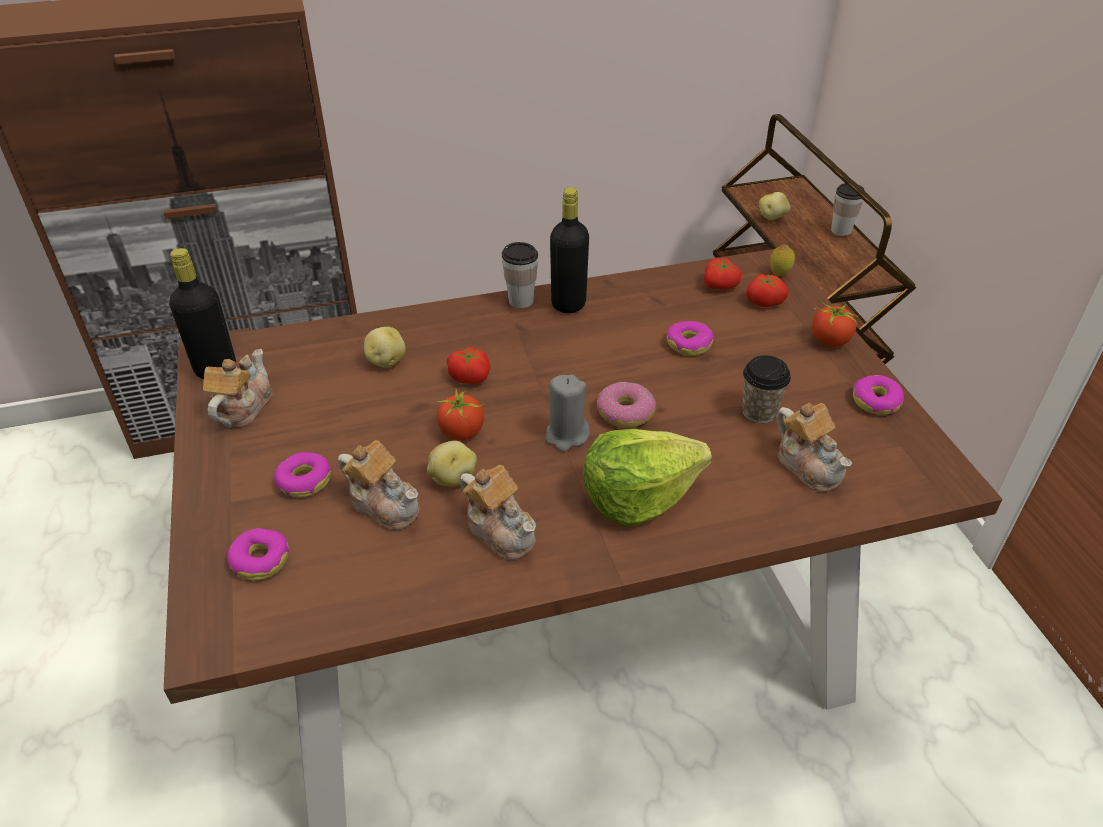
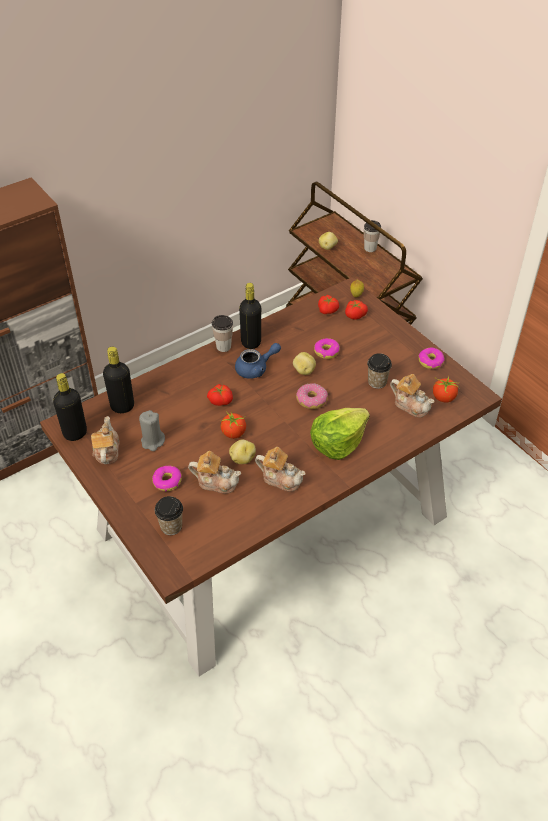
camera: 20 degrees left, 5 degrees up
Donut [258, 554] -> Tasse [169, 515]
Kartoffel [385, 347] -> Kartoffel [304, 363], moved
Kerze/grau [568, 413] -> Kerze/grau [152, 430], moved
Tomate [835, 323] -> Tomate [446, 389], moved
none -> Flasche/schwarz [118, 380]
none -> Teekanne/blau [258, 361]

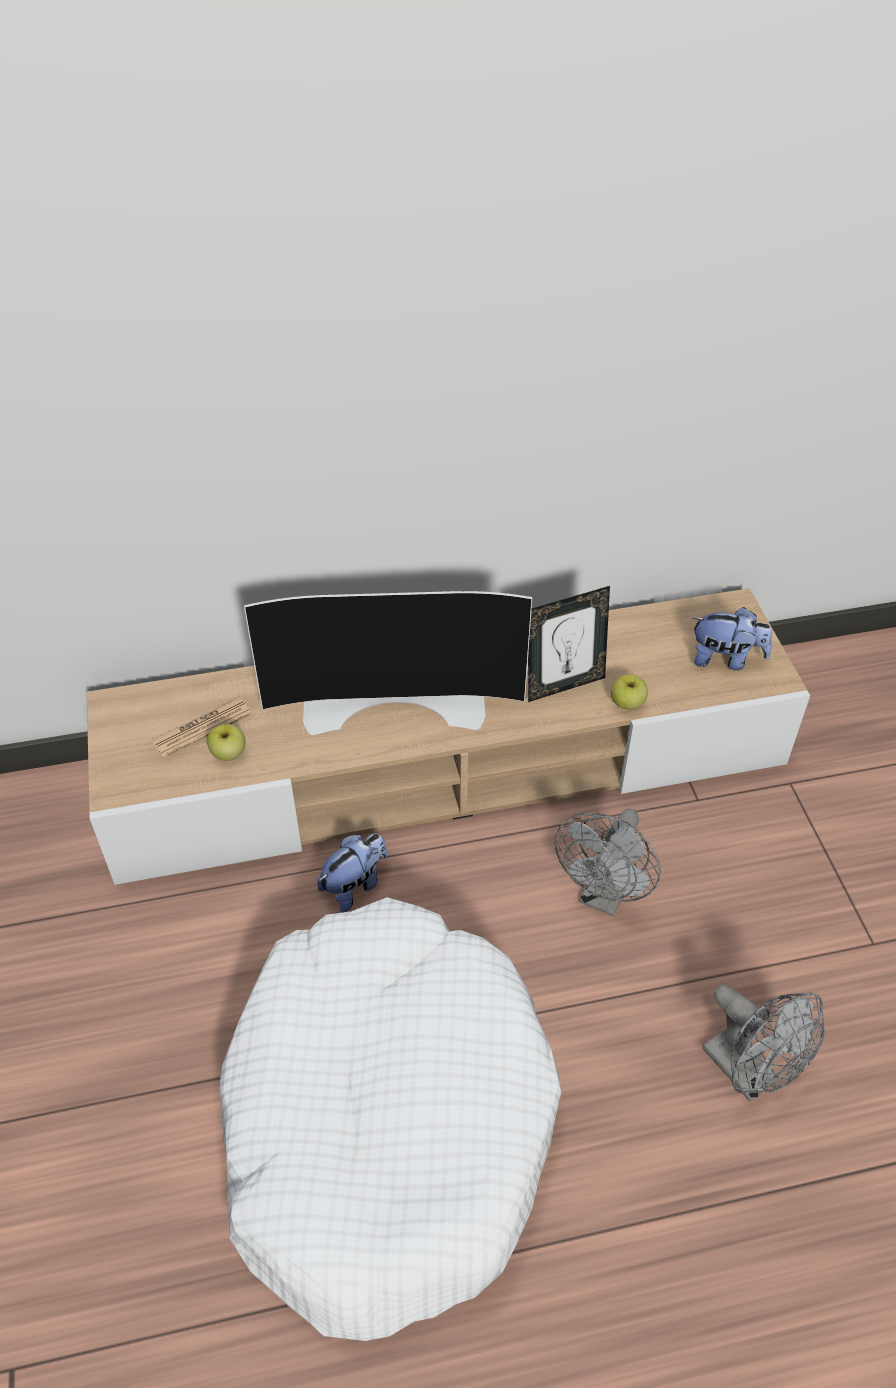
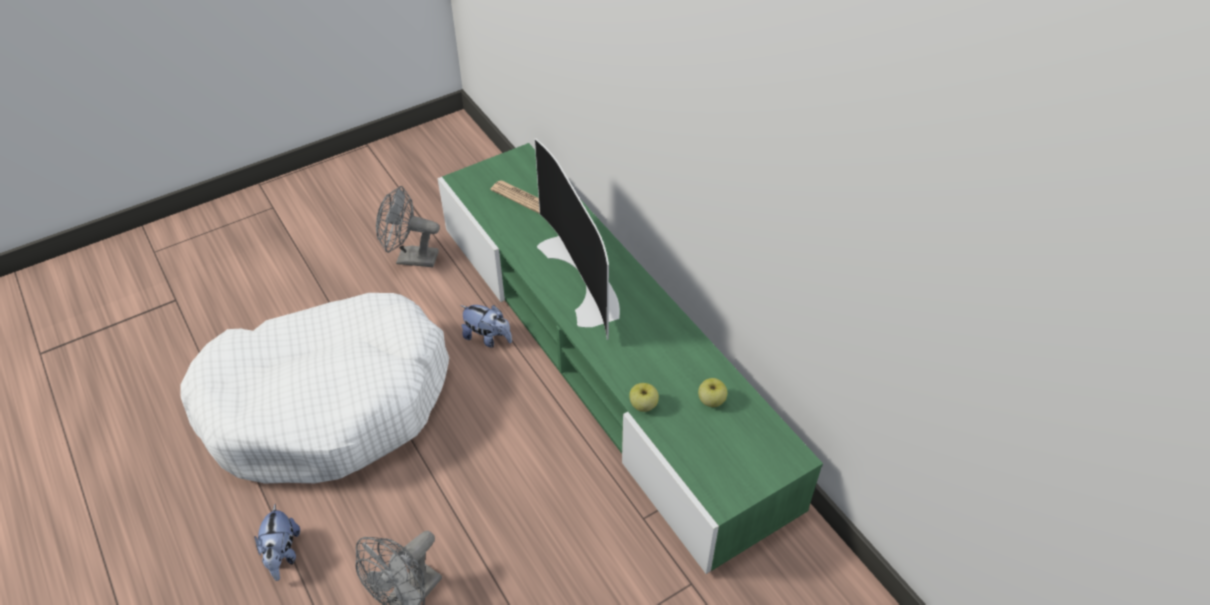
camera: 70 degrees right, 0 degrees up
Fernsehschrank/beige [448, 736] -> Fernsehschrank/grün [630, 358]
Apfel [226, 742] -> Apfel [712, 392], moved
Bilderrahmen [569, 644] -> none
Ventilator/grau [608, 862] -> Ventilator/grau [408, 226], moved
Plüschtier [732, 639] -> Plüschtier [277, 542], moved

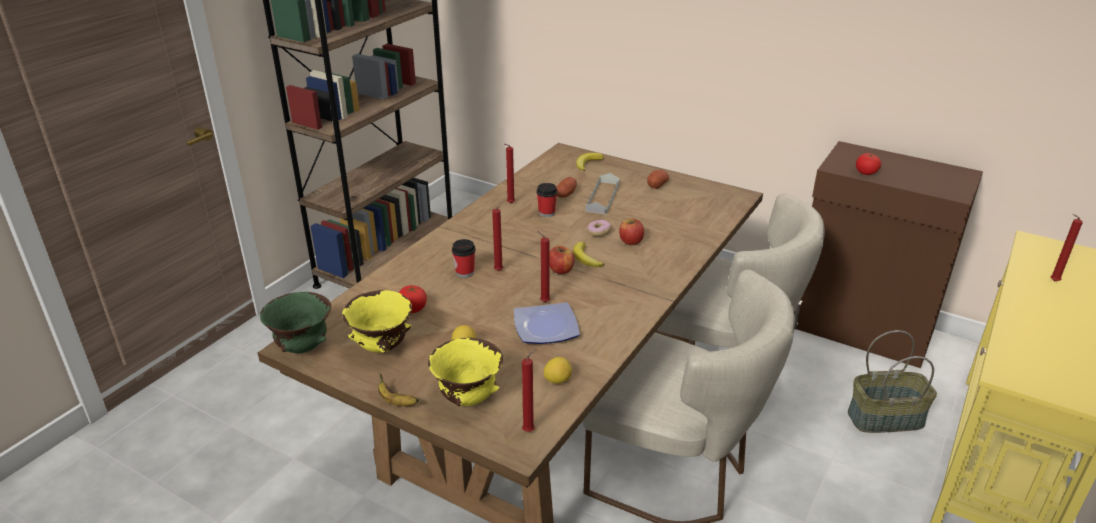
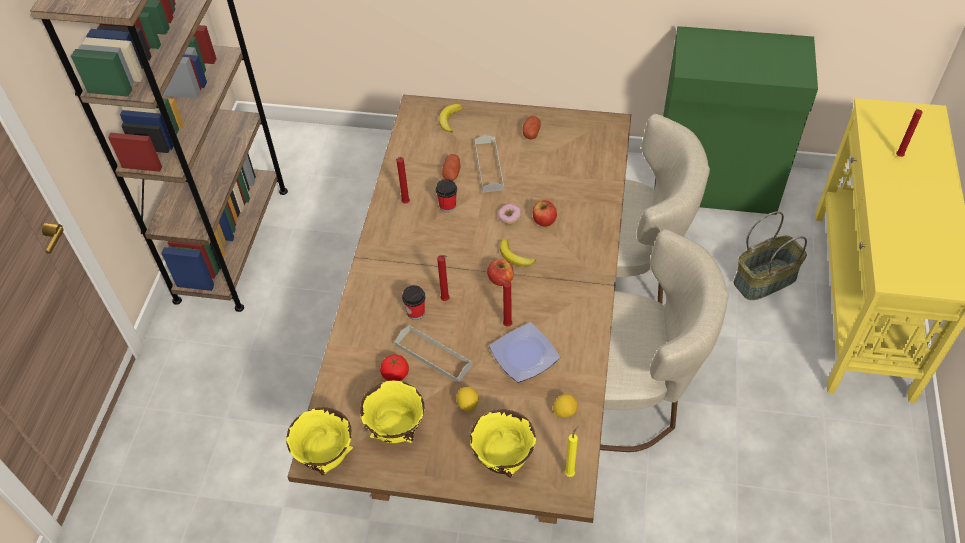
camera: 20 degrees left, 20 degrees up
Schüssel/grün [295, 322] -> Schüssel/gelb [319, 441]
Banane [398, 389] -> none
Kerze/rot [529, 390] -> Kerze/gelb [571, 451]
Schrank/braun [888, 254] -> Schrank/grün [736, 120]
Tomate [868, 164] -> none
none -> Tablett/grau [434, 354]

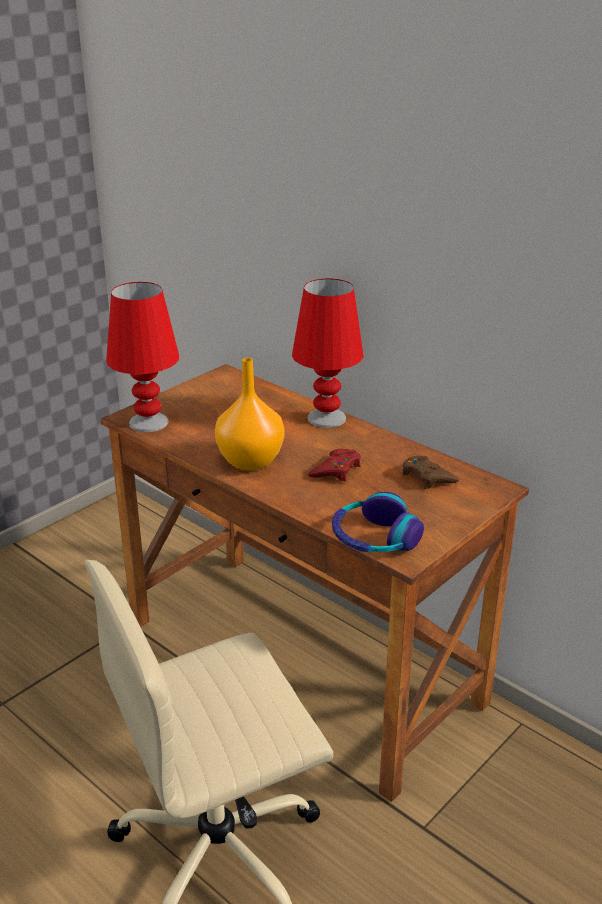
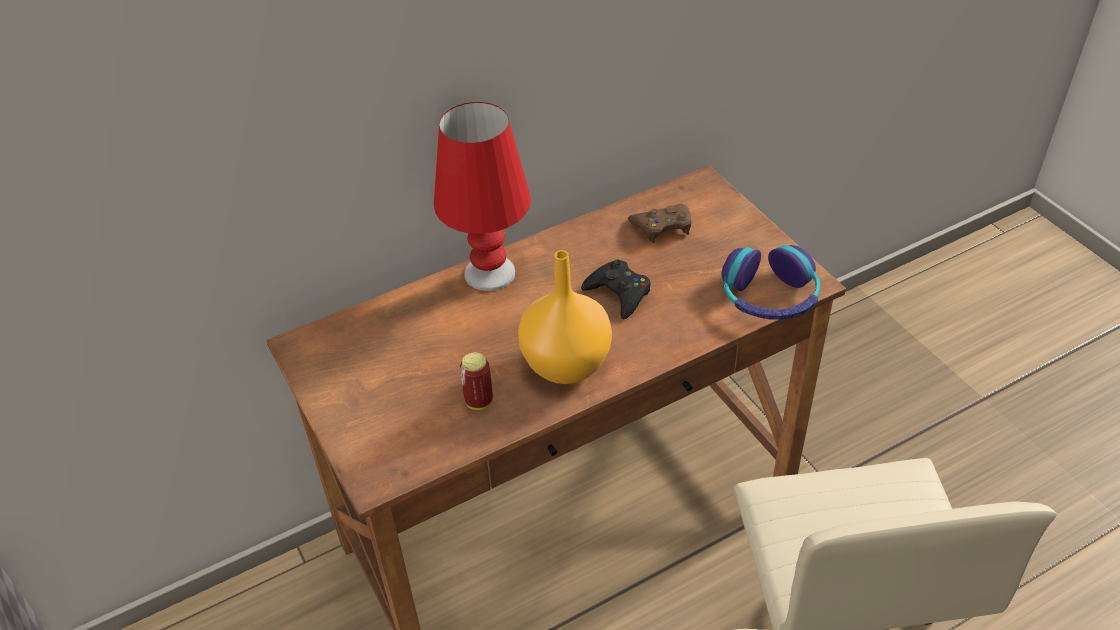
camera: 70 degrees left, 15 degrees up
Tischlampe/rot [142, 357] -> none
Gamepad/rot [334, 465] -> Gamepad/schwarz [616, 289]
none -> Dose [476, 381]

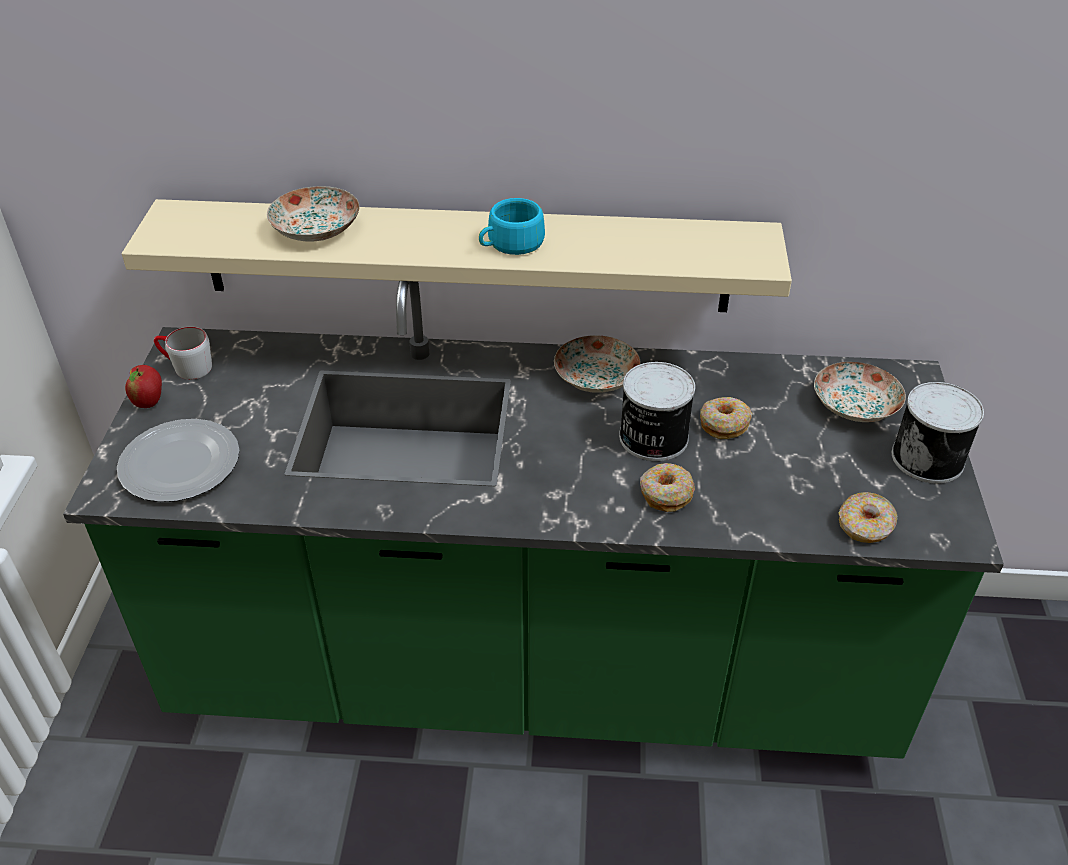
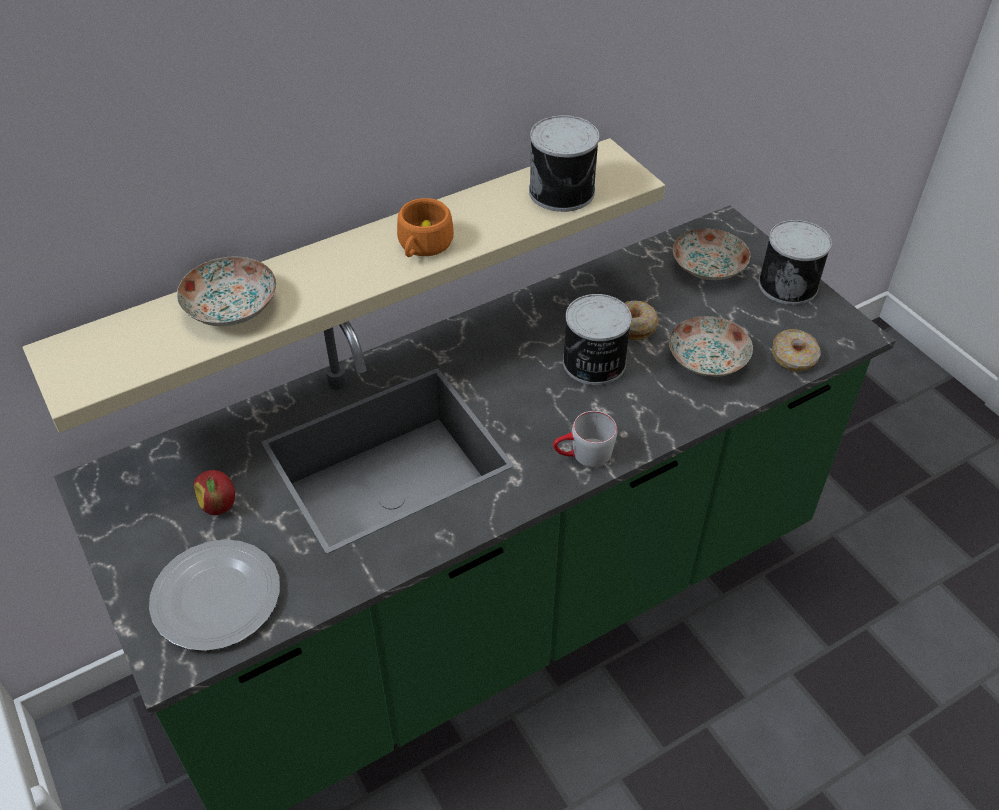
camera: 35 degrees left, 5 degrees up
Apfel [143, 386] -> Apfel [214, 492], moved
Henkelbecher/grau [183, 353] -> Henkelbecher/grau [585, 439], moved
Tasse/türkis [512, 226] -> Tasse/orange [425, 227]
Teller [597, 364] -> Teller [711, 346], moved
Donut [667, 487] -> none
none -> Dose [564, 163]

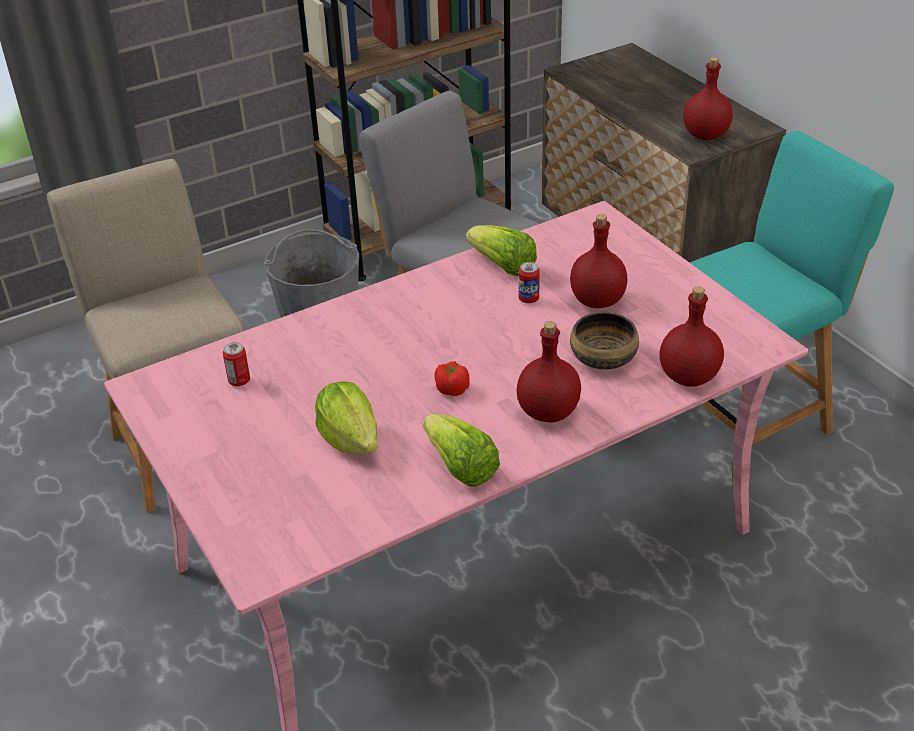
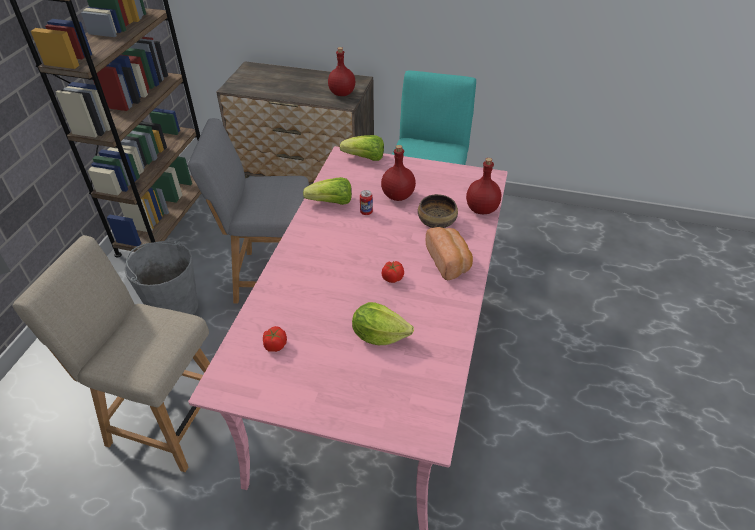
camera: 45 degrees left, 5 degrees up
Dose [236, 364] -> Tomate [275, 339]
Salatkopf [461, 450] -> Salatkopf [362, 148], moved
Flasche/rot [549, 371] -> Brot [449, 253]

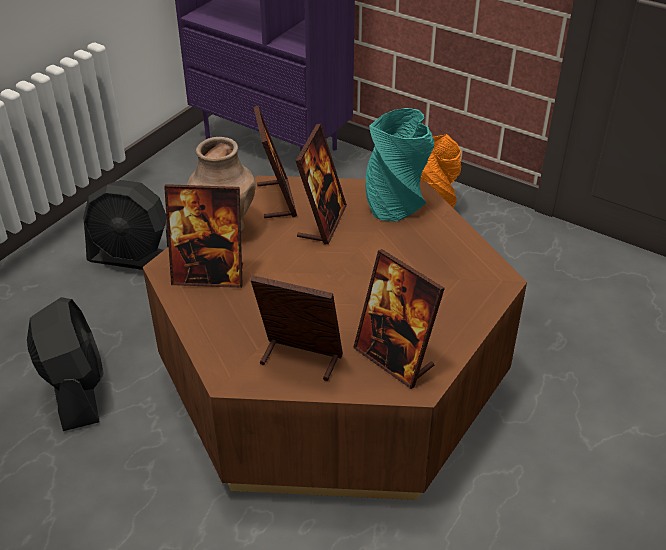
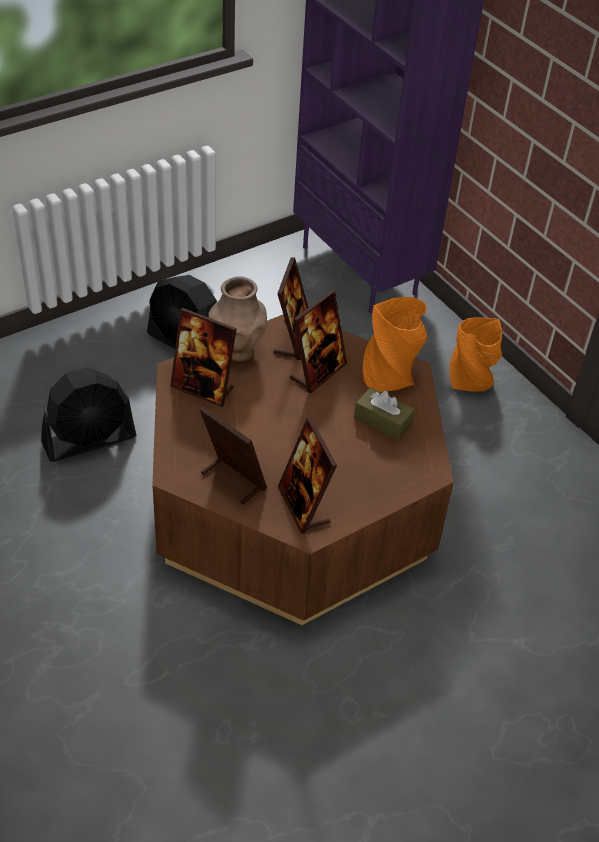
camera: 20 degrees right, 5 degrees up
Ventilator/schwarz [65, 364] -> Ventilator/schwarz [88, 415], 60 degrees clockwise
Vase/türkis [399, 164] -> Vase/orange [394, 344]
none -> Taschentuchbox/braun [384, 414]

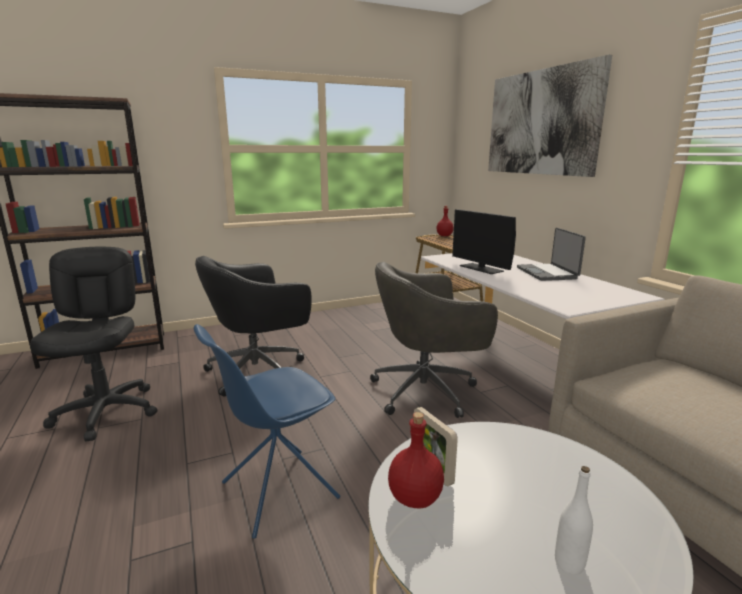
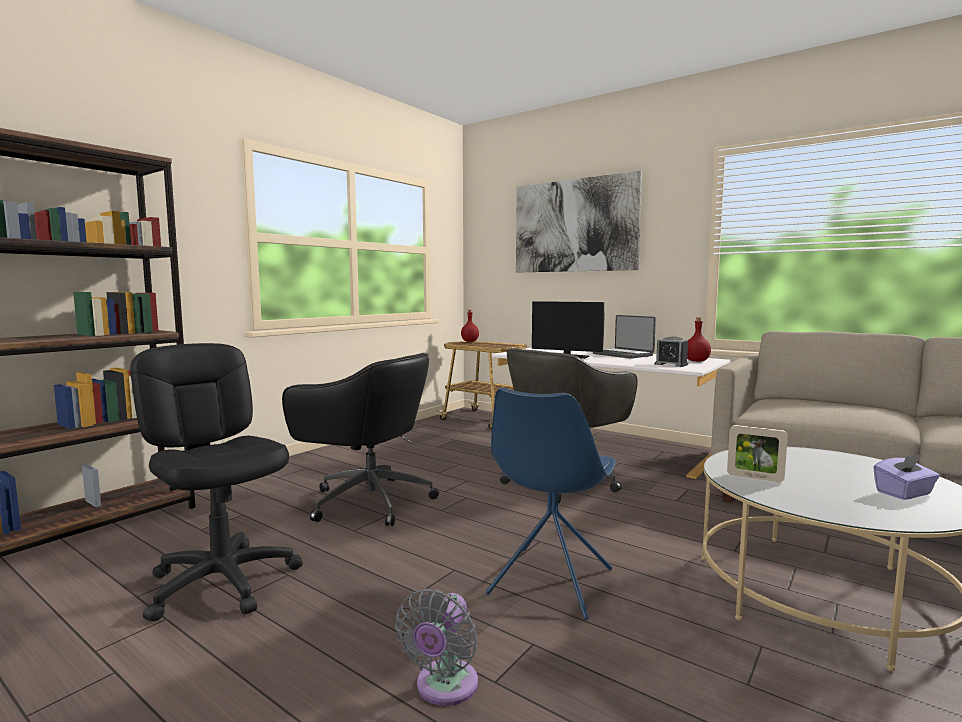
camera: 30 degrees left, 10 degrees down
Bürostuhl/schwarz [253, 326] -> Bürostuhl/schwarz [360, 439], 90 degrees counterclockwise
Flasche/rot [416, 460] -> Flasche/rot [699, 339], moved
Flasche/weiß [574, 520] -> Taschentuchbox/lila [906, 477]
none -> Ventilator/grau [436, 647]
none -> Wecker [671, 351]

